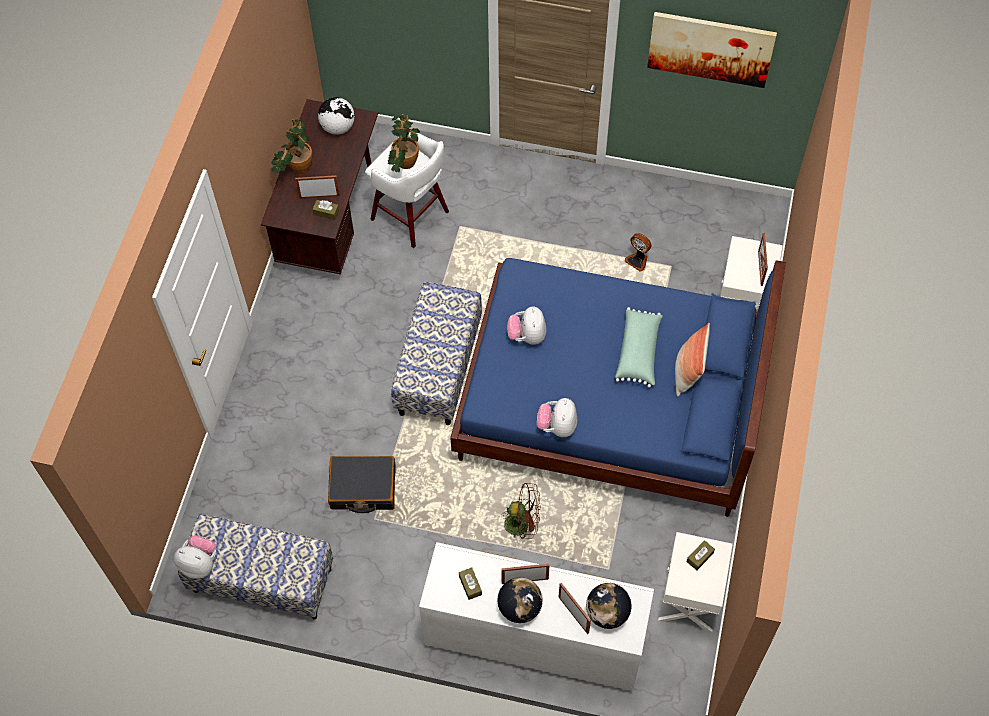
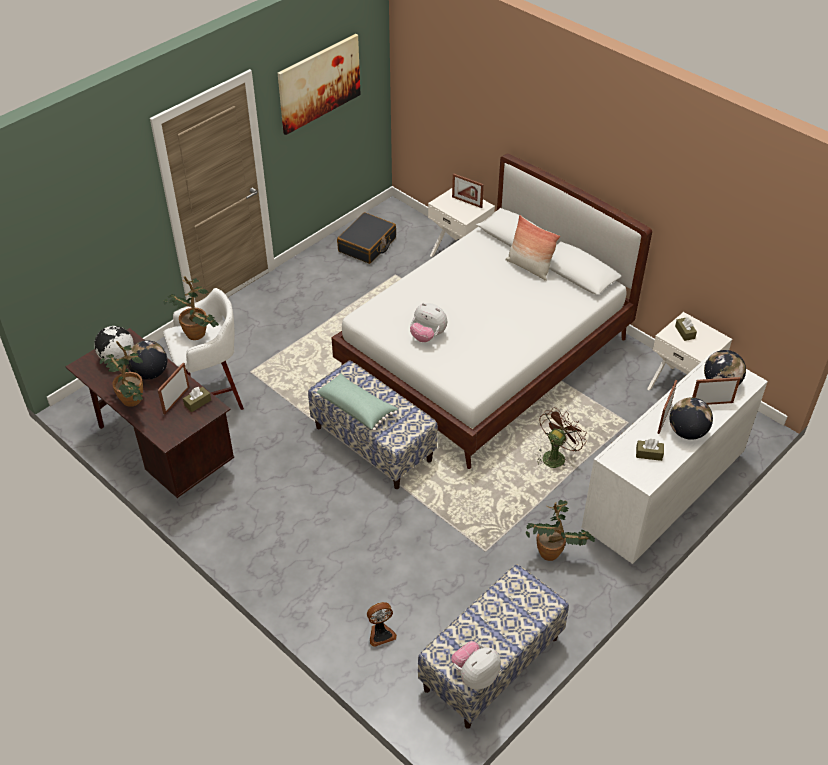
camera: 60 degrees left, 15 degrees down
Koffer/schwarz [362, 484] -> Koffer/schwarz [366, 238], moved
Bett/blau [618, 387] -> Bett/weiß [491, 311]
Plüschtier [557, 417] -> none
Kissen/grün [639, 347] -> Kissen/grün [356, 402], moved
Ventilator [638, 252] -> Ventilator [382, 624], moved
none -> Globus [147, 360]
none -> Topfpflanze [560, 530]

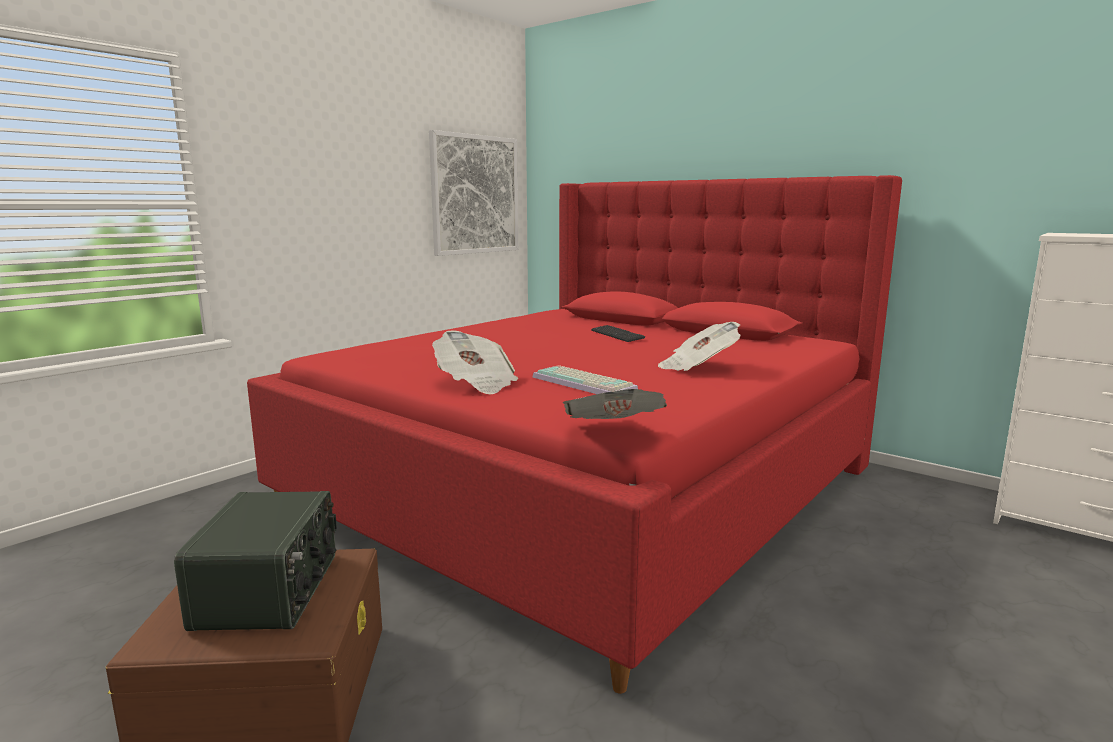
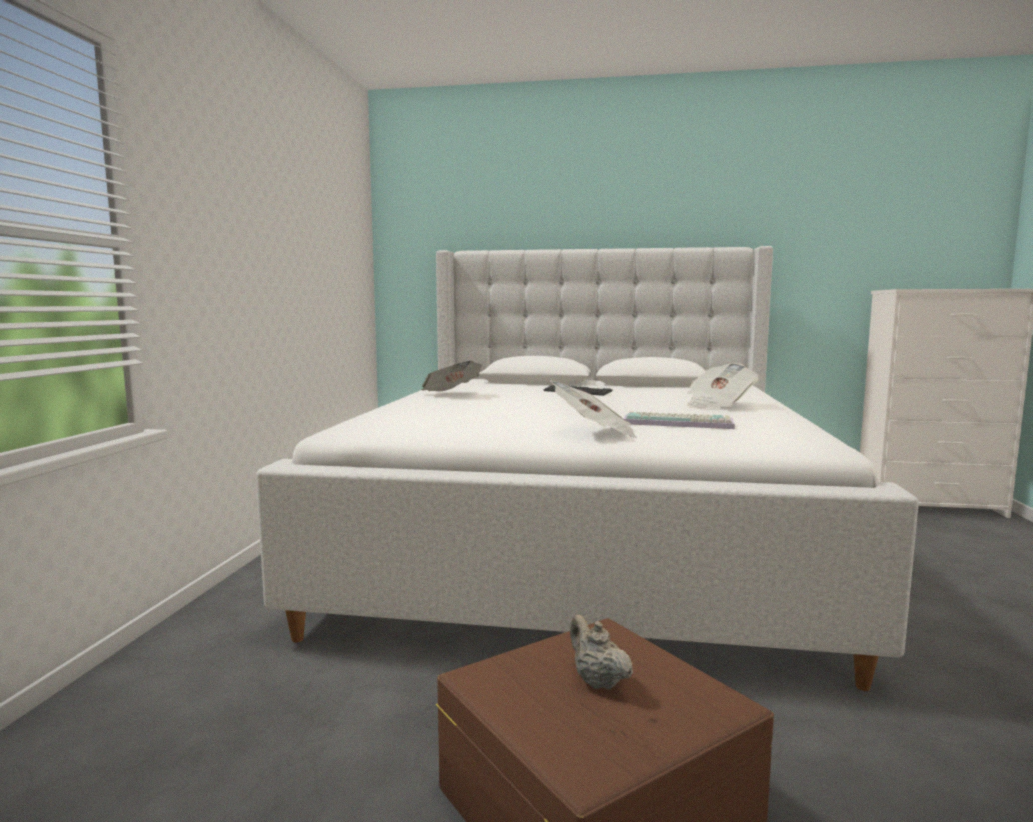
camera: 30 degrees left, 5 degrees down
Radio [255, 561] -> Teekanne/beige [601, 652]
Bett/rot [574, 434] -> Bett/weiß [587, 468]
Bild [473, 193] -> none
Zeitung [615, 404] -> Zeitung [451, 376], moved

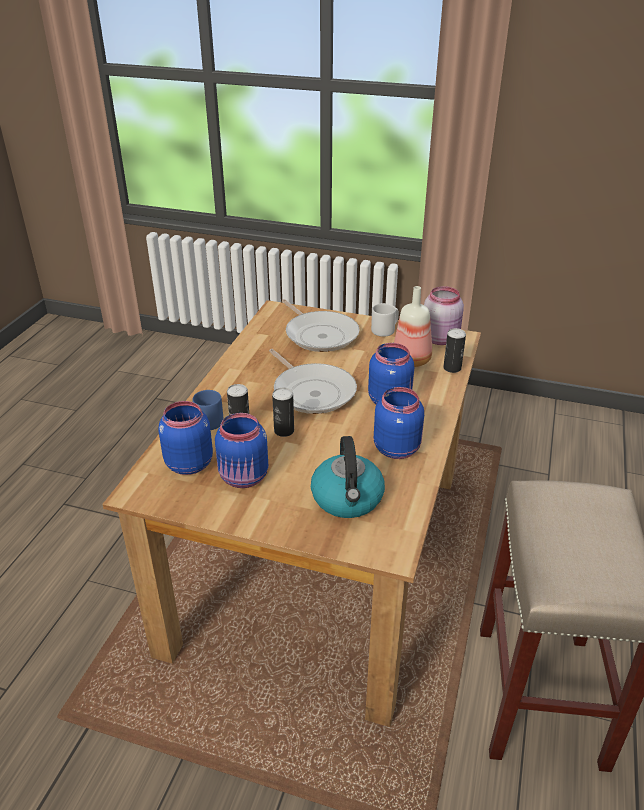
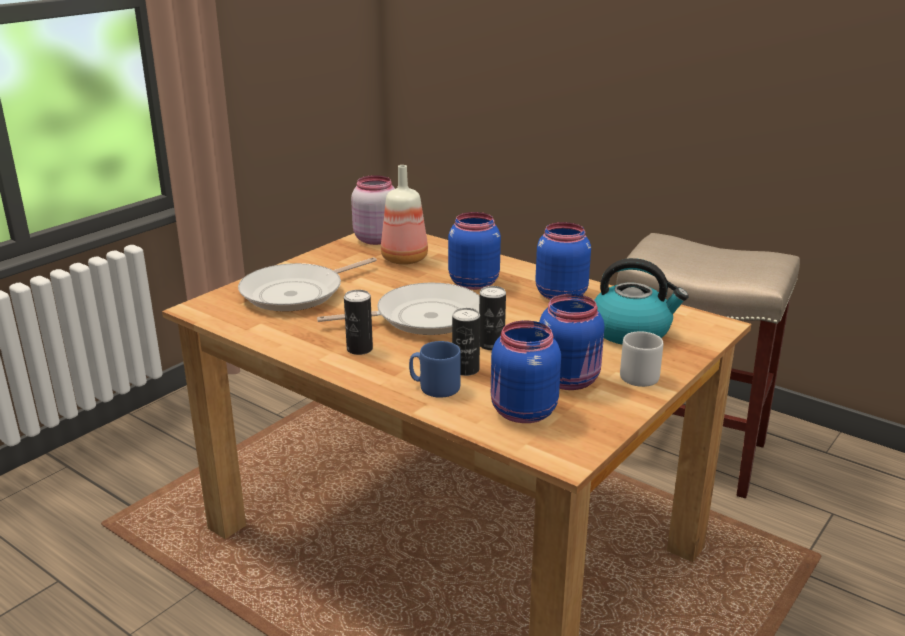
camera: 70 degrees left, 10 degrees down
Pfanne [320, 325] -> Pfanne [307, 284], 150 degrees clockwise
Henkelbecher/grau [385, 320] -> Henkelbecher/grau [641, 359], moved
Dose [454, 350] -> Dose [358, 322], moved

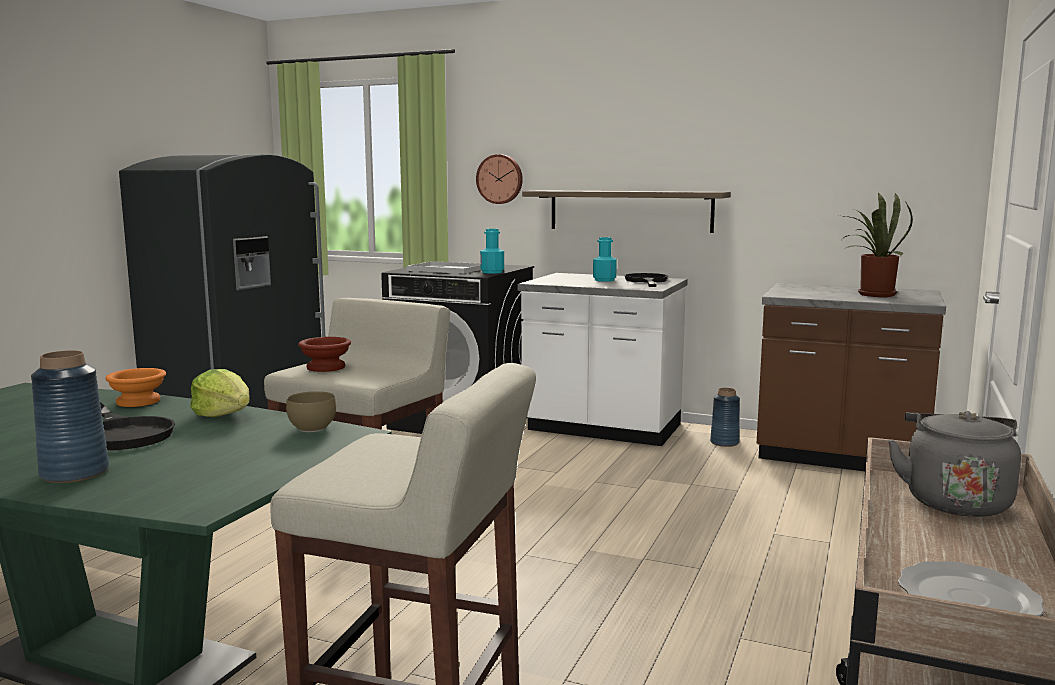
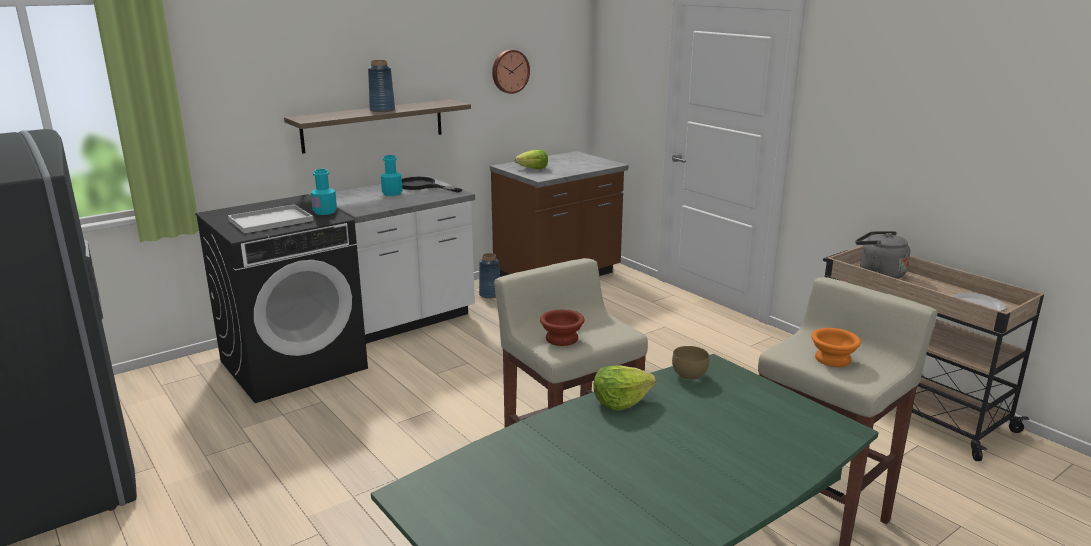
camera: 60 degrees left, 10 degrees up
Vase/blau [70, 416] -> Vase/blau [381, 86], moved
Pfanne/schwarz [137, 426] -> none
Schüssel/orange [135, 387] -> Schüssel/orange [836, 347], moved
Wanduhr [499, 179] -> Wanduhr [511, 72], moved
Topfpflanze [877, 245] -> none
none -> Salatkopf [531, 159]

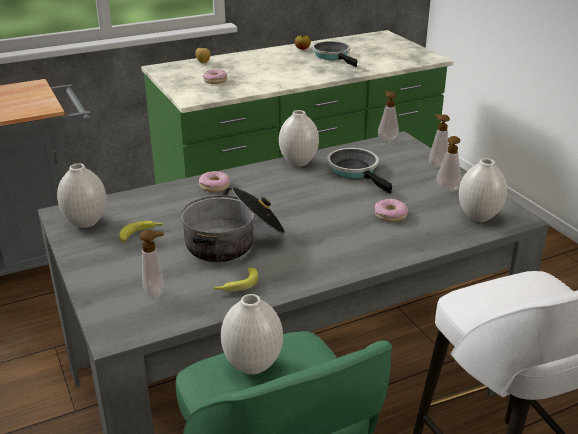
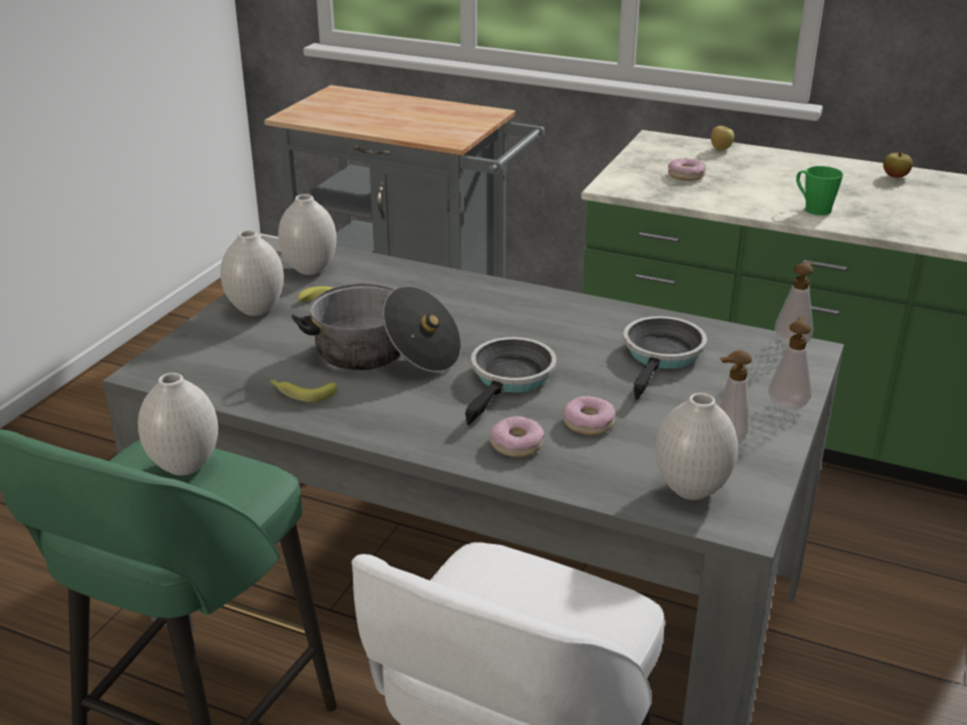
camera: 50 degrees right, 0 degrees up
Seifenspender [151, 264] -> none
Donut [214, 181] -> Donut [517, 436], moved
Vase/weiß [299, 138] -> Vase/weiß [252, 273], moved
Pfanne [335, 54] -> Pfanne [510, 381], moved
none -> Henkelbecher/grün [819, 190]

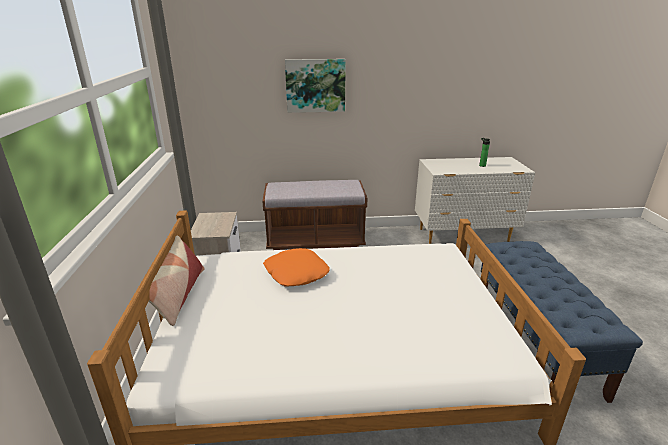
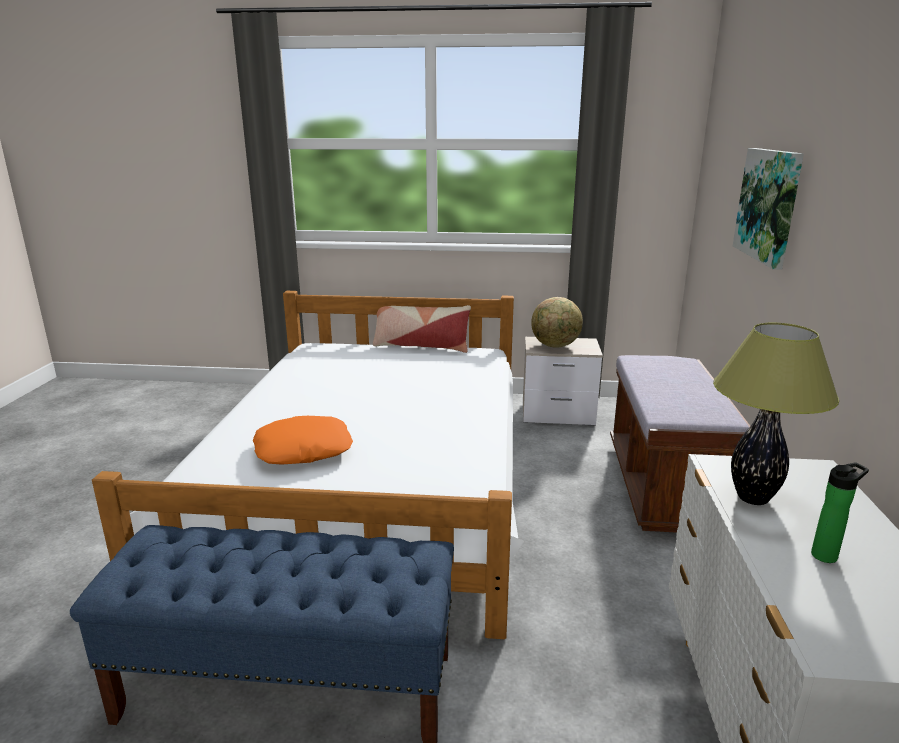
camera: 100 degrees right, 5 degrees down
Kissen/orange [296, 267] -> Kissen/orange [303, 440], moved
none -> Globus [557, 322]
none -> Tischlampe [776, 414]

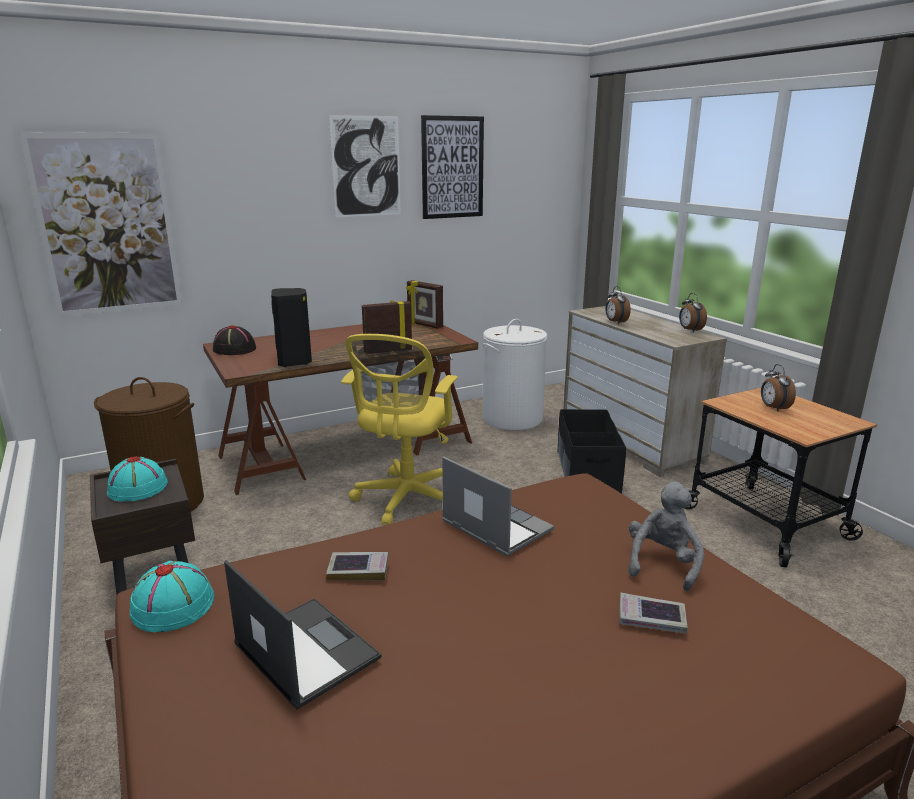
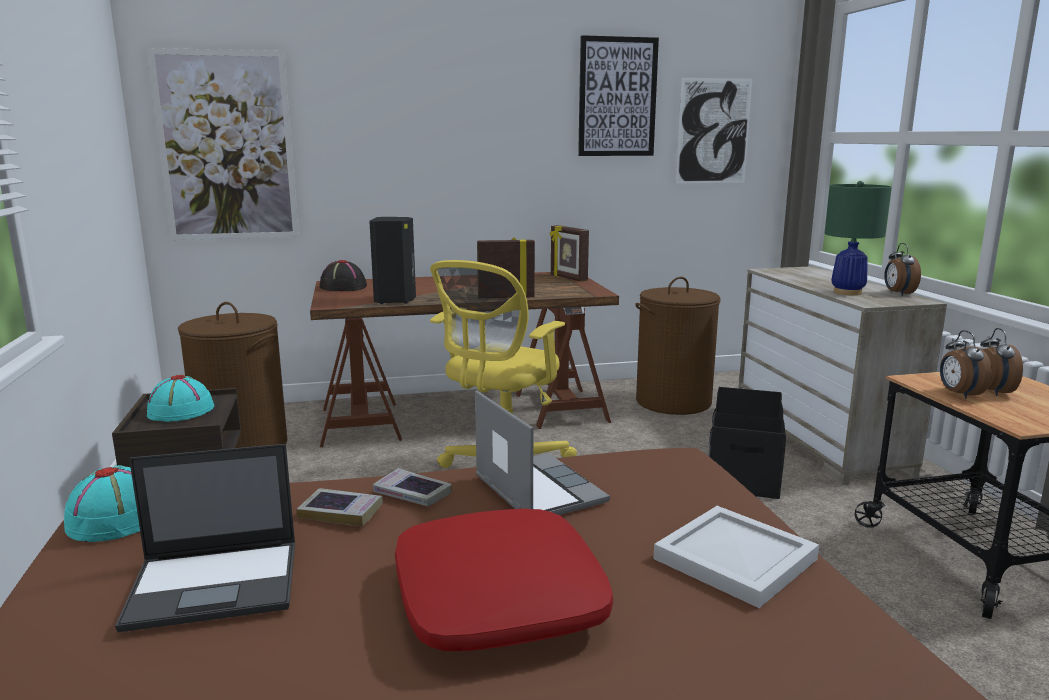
camera: 15 degrees right, 5 degrees down
Laptop [303, 635] -> Laptop [205, 538], 105 degrees clockwise
Bild [365, 166] -> Bild [714, 131], moved
Wäschekorb/weiß [514, 374] -> Wäschekorb/braun [678, 346]
Wecker [618, 305] -> Wecker [966, 364], moved
Buch [654, 613] -> Buch [412, 487], moved
Plüschtier/grau [666, 536] -> Tablett/weiß [736, 557]
none -> Kissen/rot [504, 579]
none -> Tischlampe/grün [858, 238]

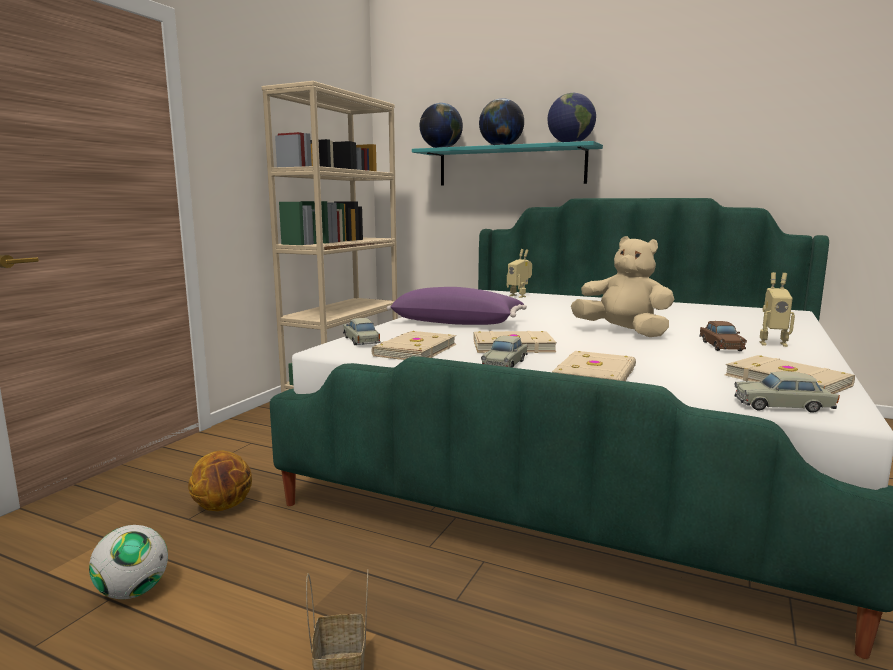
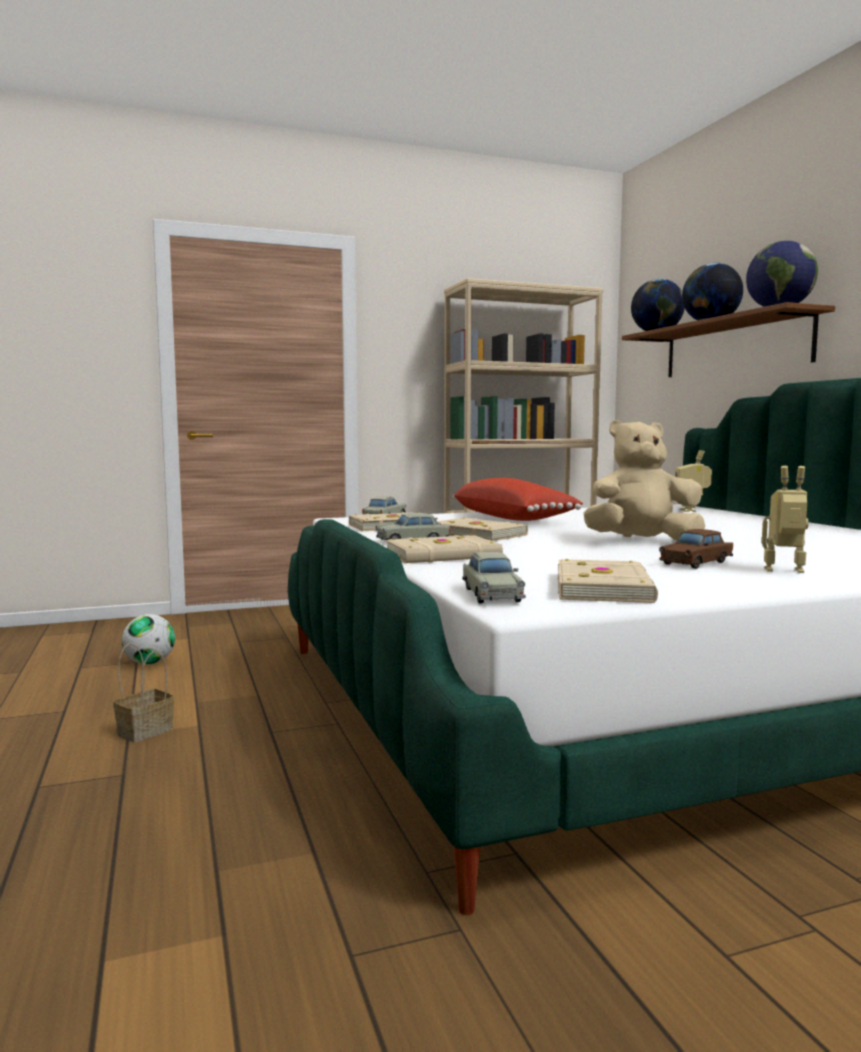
camera: 45 degrees right, 5 degrees down
Basketball [220, 480] -> none
Kissen/lila [457, 306] -> Kissen/rot [518, 499]
Wandregal/türkis [507, 163] -> Wandregal/braun [728, 339]
Plüschtier/beige [622, 286] -> Plüschtier/beige [644, 480], 90 degrees counterclockwise
Spielzeugauto/beige [787, 392] -> Spielzeugauto/beige [494, 577], 150 degrees counterclockwise
Spielzeugroboter [777, 309] -> Spielzeugroboter [785, 519], 135 degrees clockwise

